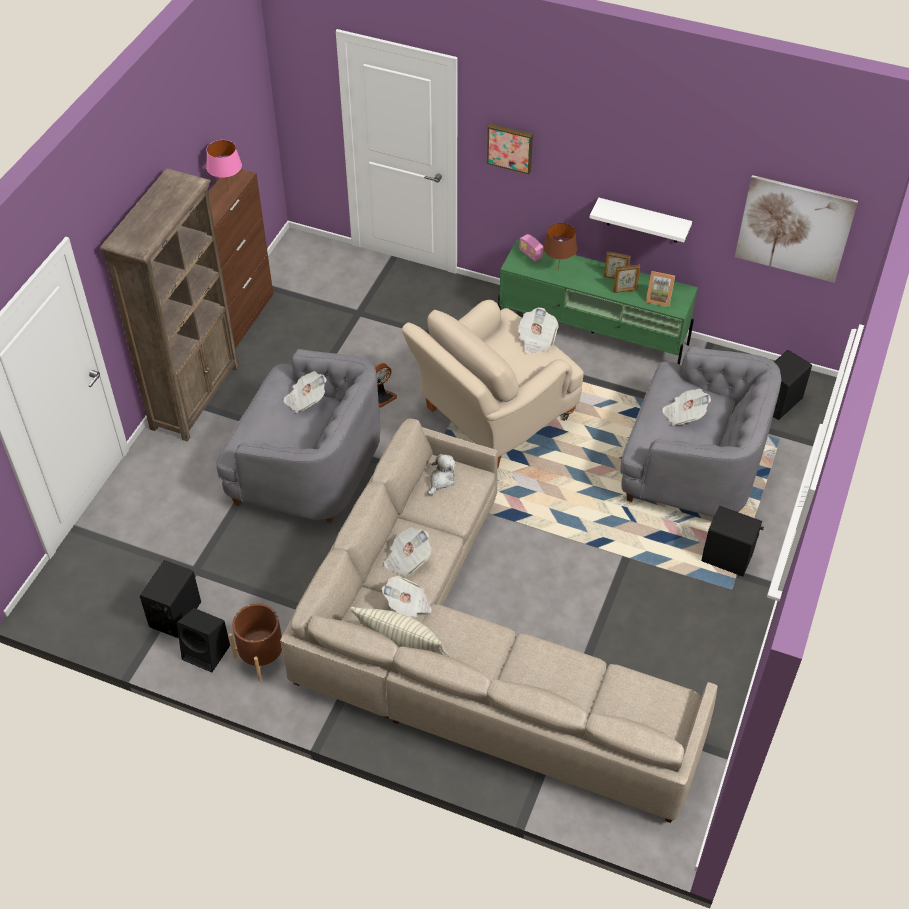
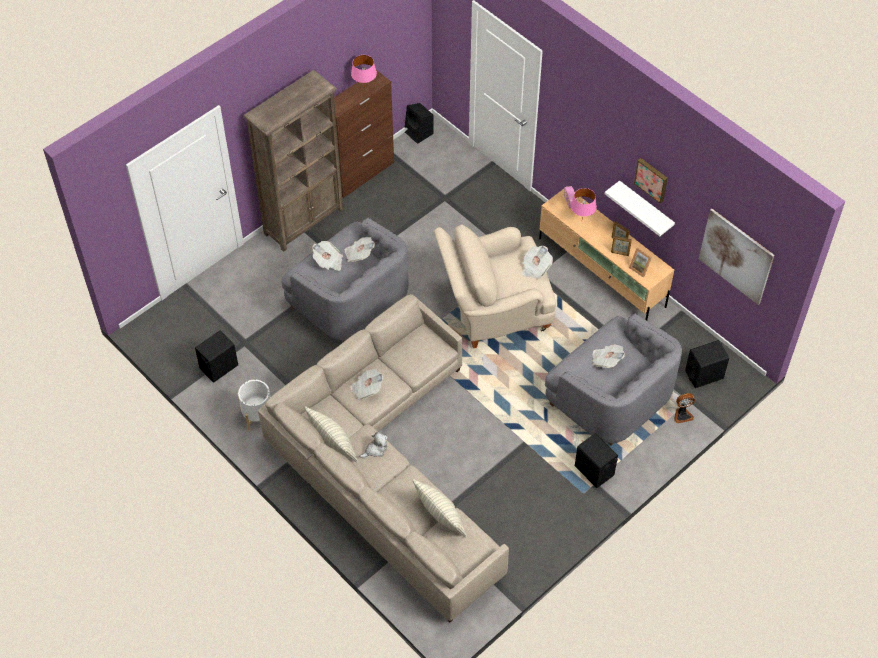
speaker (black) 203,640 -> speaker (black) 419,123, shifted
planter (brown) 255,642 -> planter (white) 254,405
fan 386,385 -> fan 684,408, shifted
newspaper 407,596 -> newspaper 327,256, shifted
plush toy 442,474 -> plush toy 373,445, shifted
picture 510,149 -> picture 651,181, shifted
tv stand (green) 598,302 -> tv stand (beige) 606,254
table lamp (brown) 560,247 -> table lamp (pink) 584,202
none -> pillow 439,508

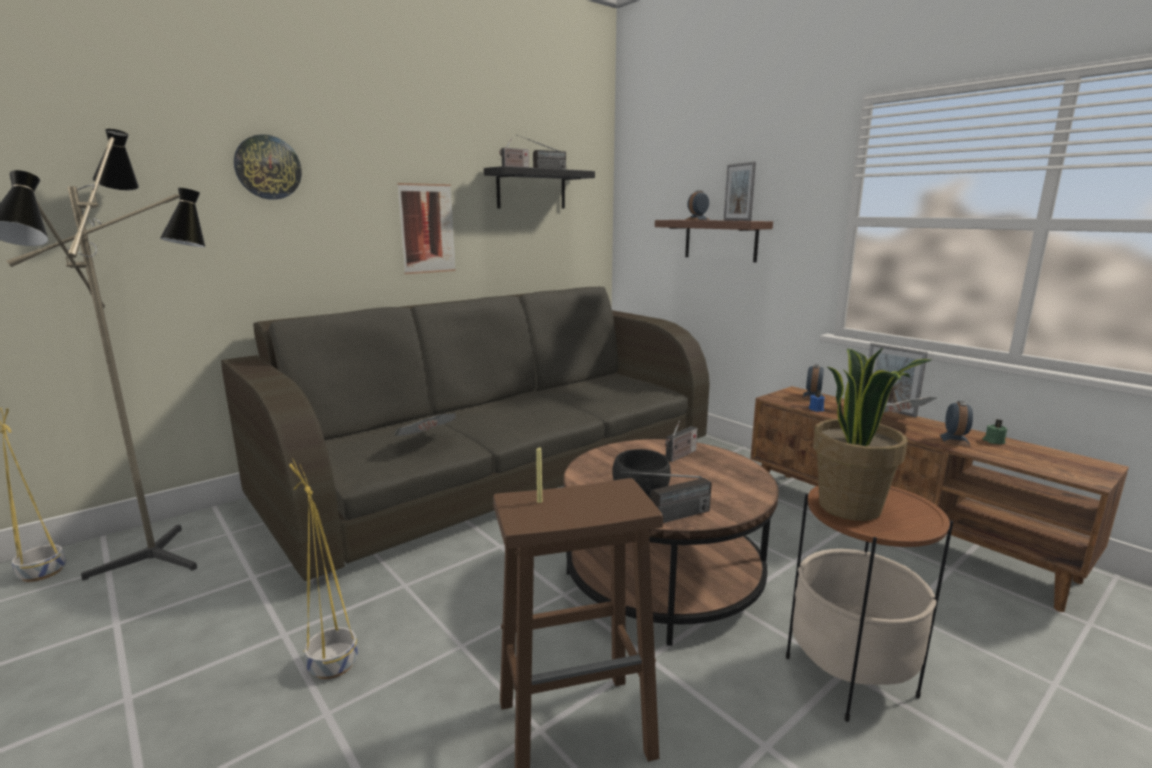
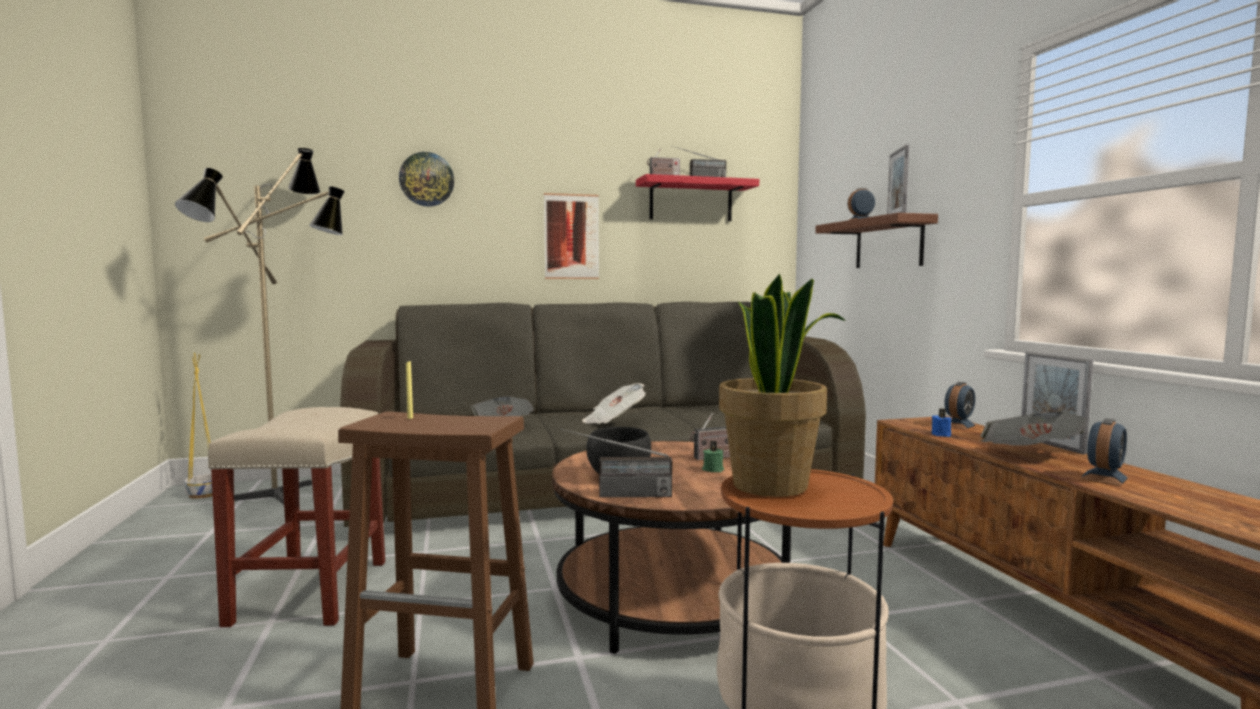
planter (yellow) 323,568 -> stool (beige) 296,517
shelf (black) 539,187 -> shelf (red) 697,197
candle (green) 995,431 -> candle (green) 713,456, shifted
none -> newspaper 613,403

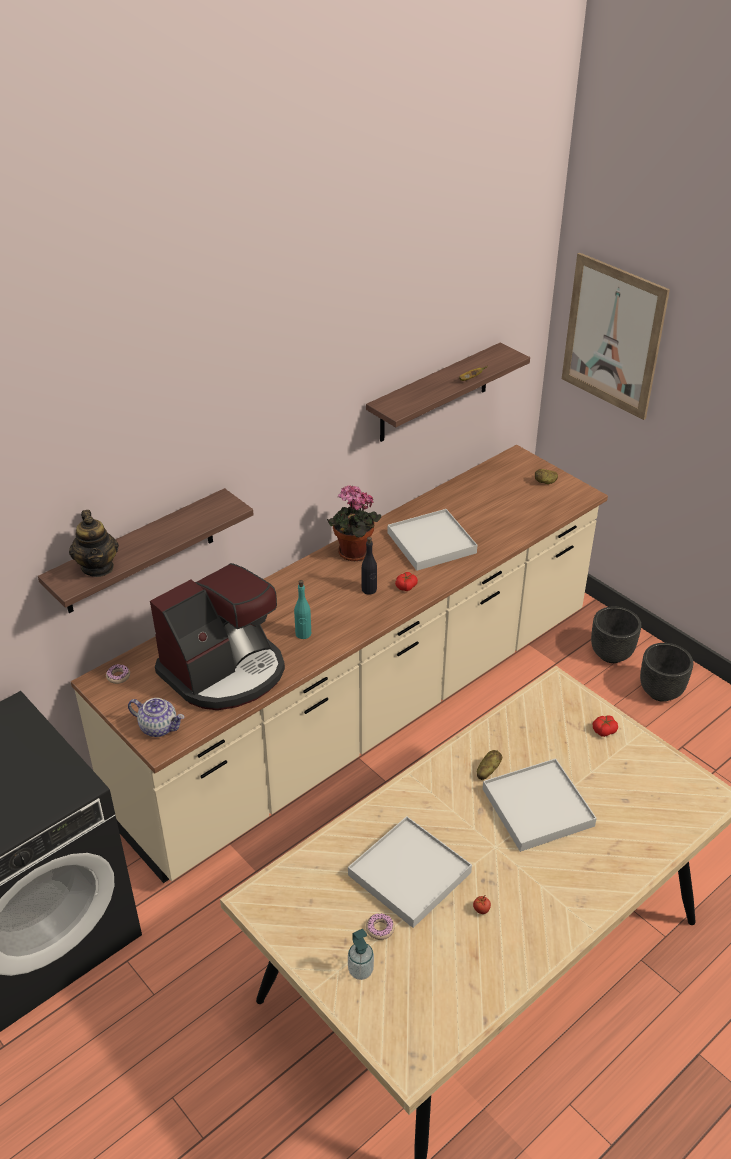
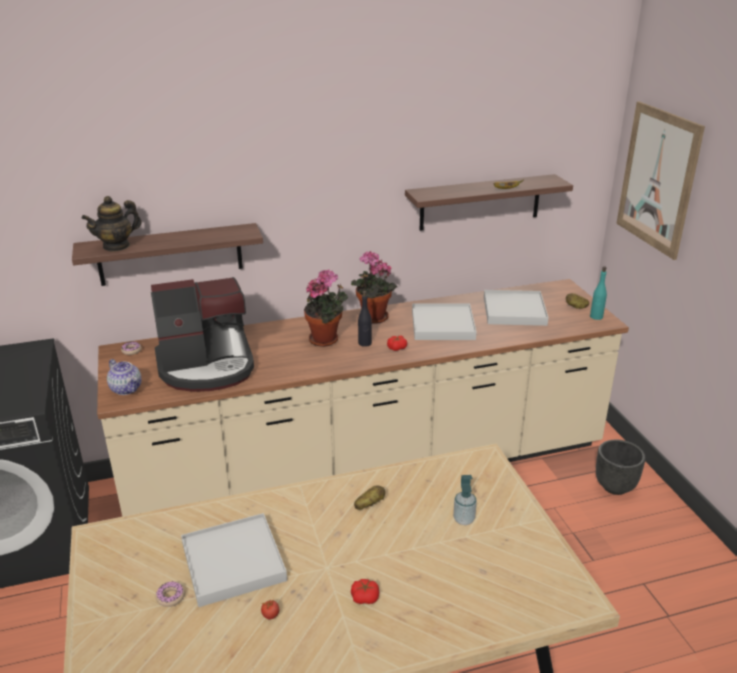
teapot 94,543 -> teapot 112,224, 45 degrees clockwise
bottle (turquoise) 302,609 -> bottle (turquoise) 598,293, shifted
soap dispenser 361,954 -> soap dispenser 465,500, shifted
tray (white) 540,805 -> tray (white) 516,308, shifted
tomato 605,726 -> tomato 365,591, shifted
planter (black) 666,672 -> none
none -> potted plant 326,308

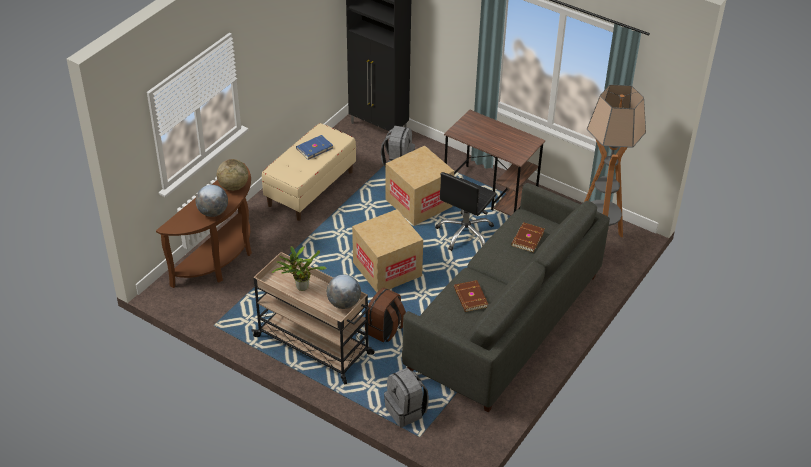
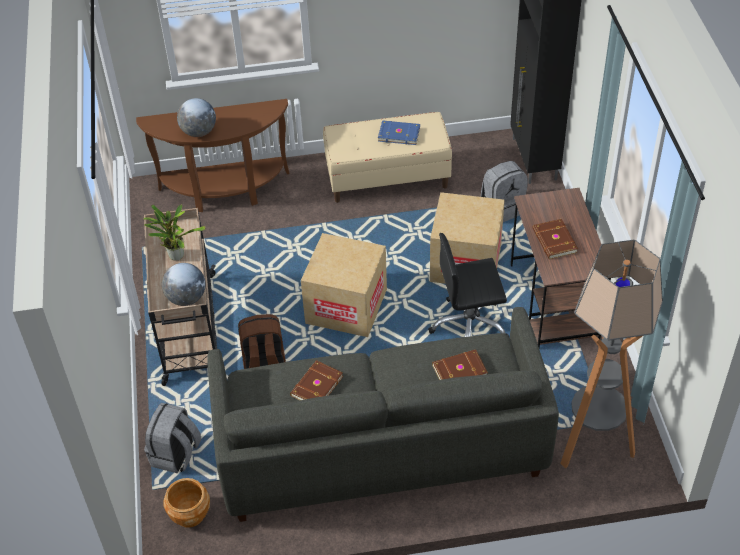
globe 232,175 -> none
none -> planter (brown) 186,502
none -> book (brown) 555,239

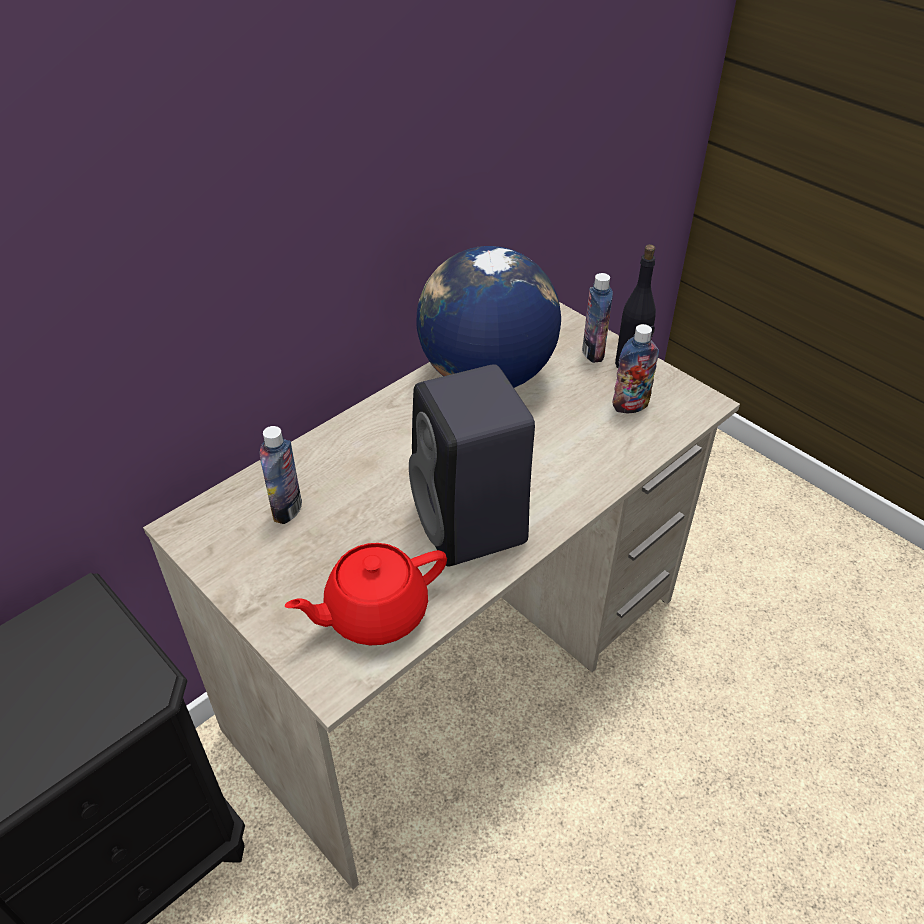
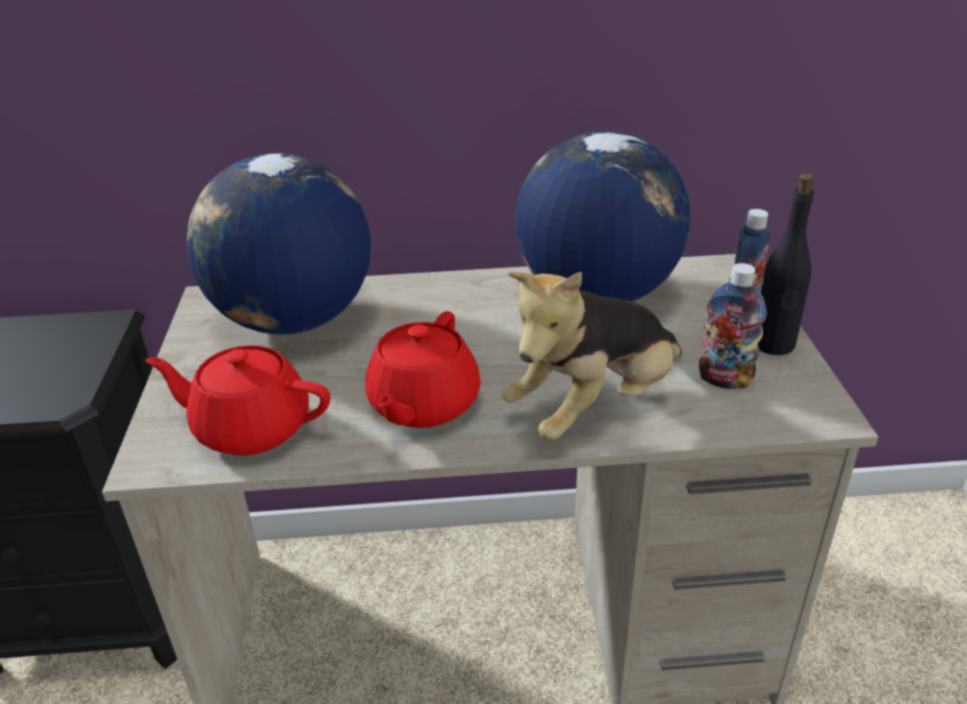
bottle 281,475 -> globe 279,244
speaker (black) 472,465 -> teapot (red) 423,369
none -> plush toy 592,356

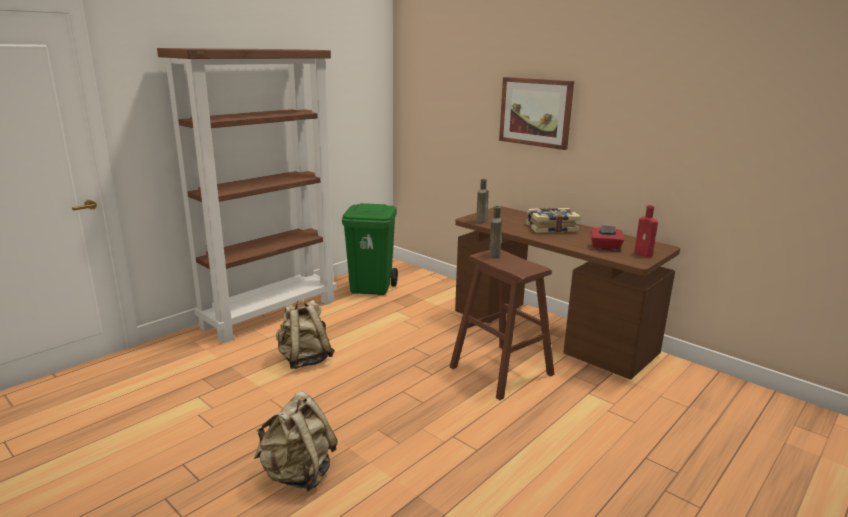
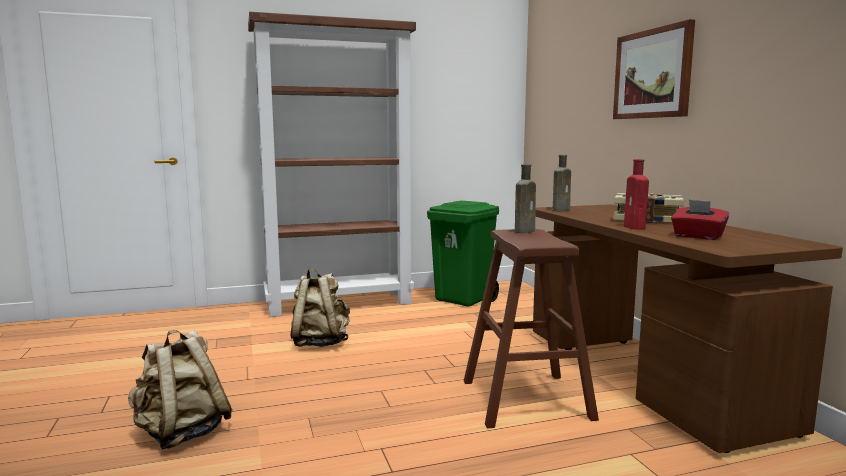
bottle (red) 646,231 -> bottle (red) 636,194, shifted

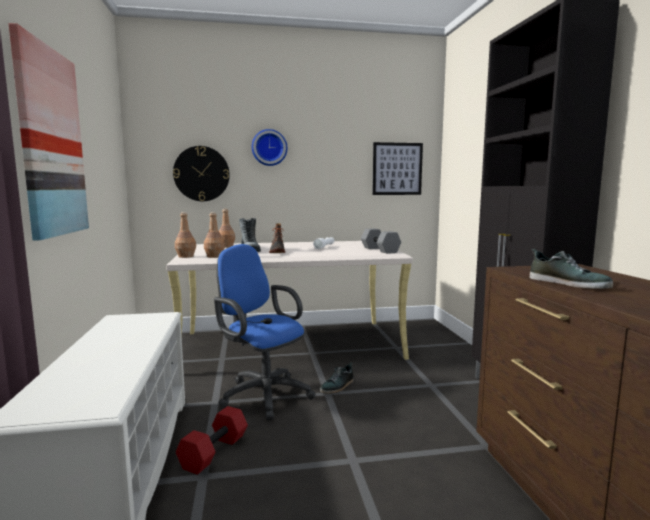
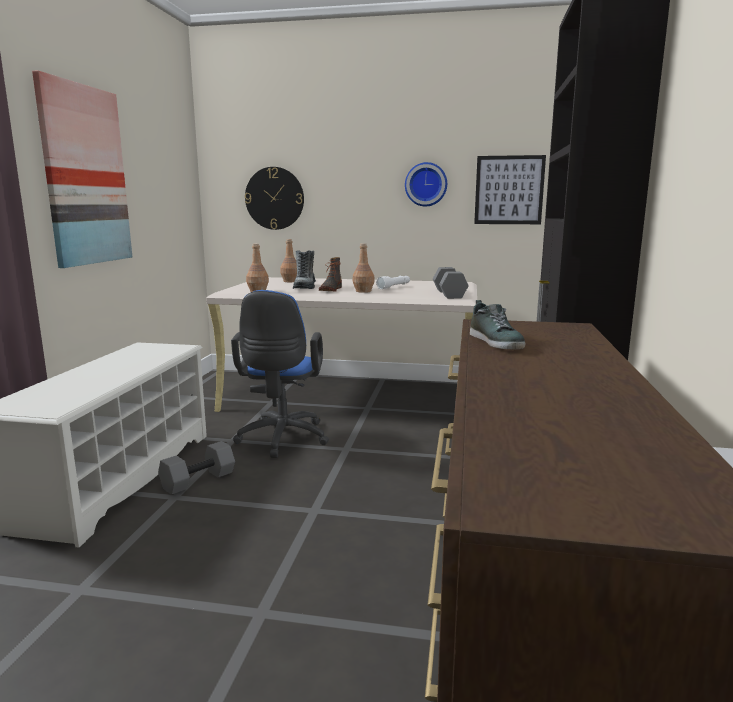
bottle (brown) 185,235 -> bottle (brown) 364,268, shifted
dumbbell (red) 212,440 -> dumbbell (grey) 196,468
office chair (blue) 264,332 -> office chair (blue) 280,374, 150 degrees counterclockwise
wall clock 269,147 -> wall clock 426,184, shifted
shoe 337,378 -> none

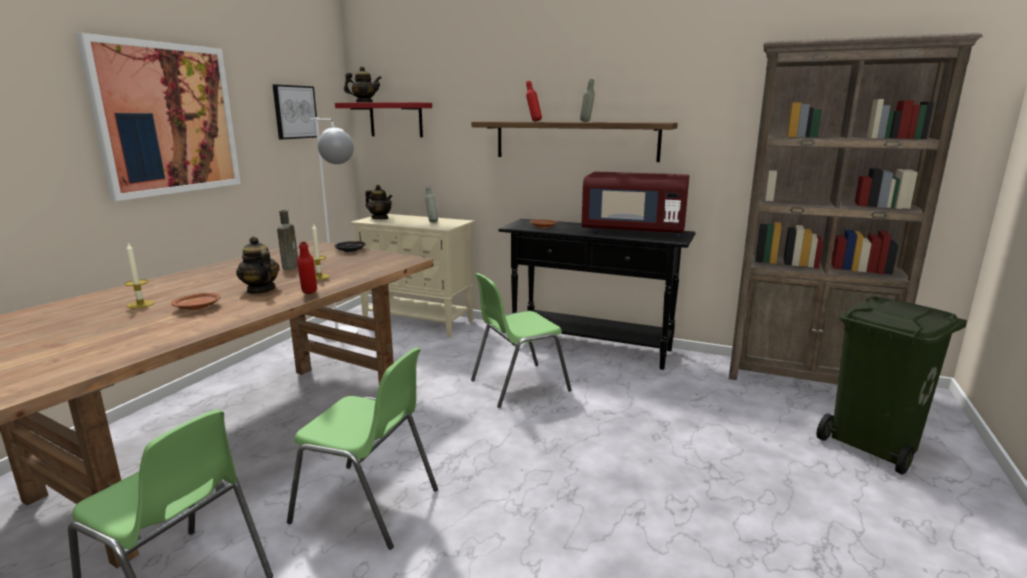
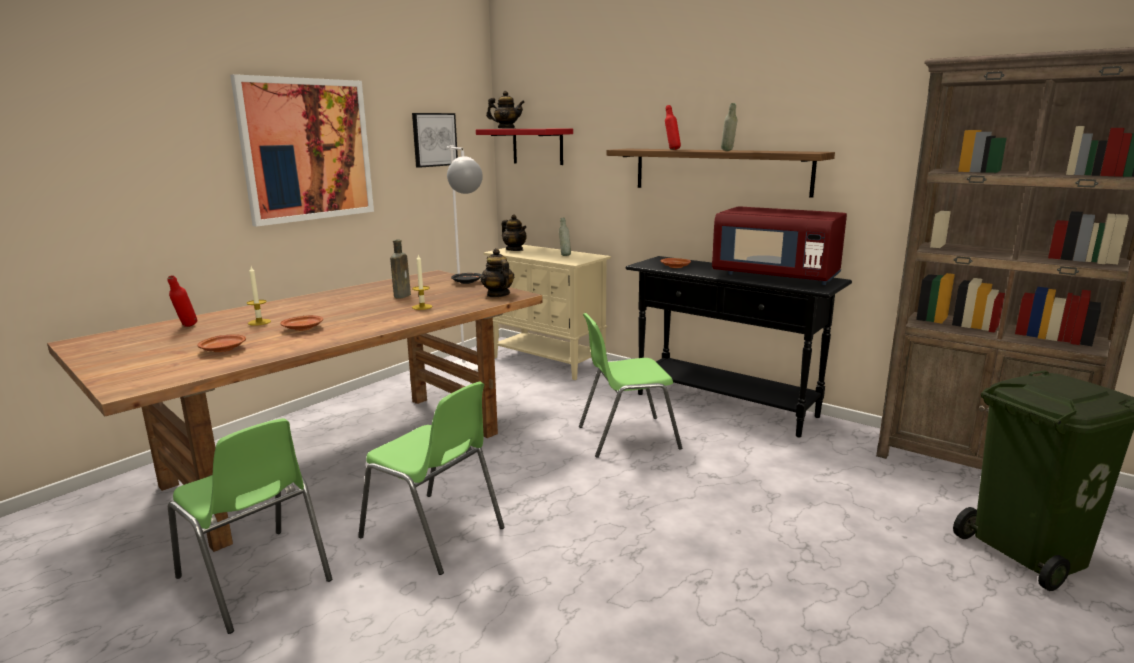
teapot 258,265 -> teapot 497,272, shifted
bottle (red) 307,268 -> bottle (red) 182,301, shifted
none -> plate (brown) 221,343

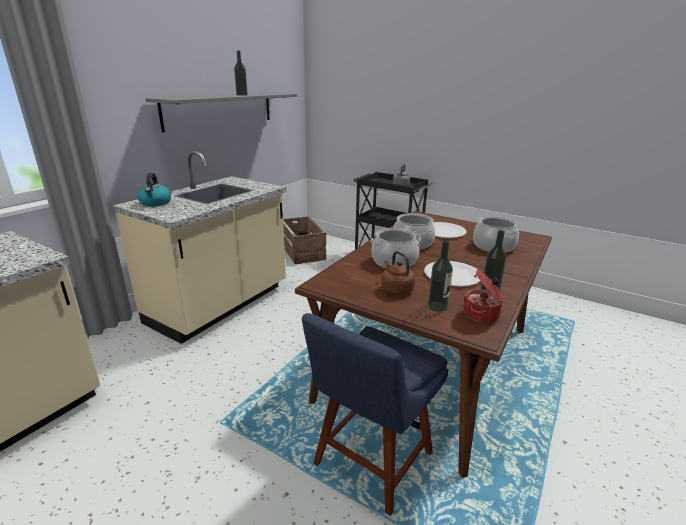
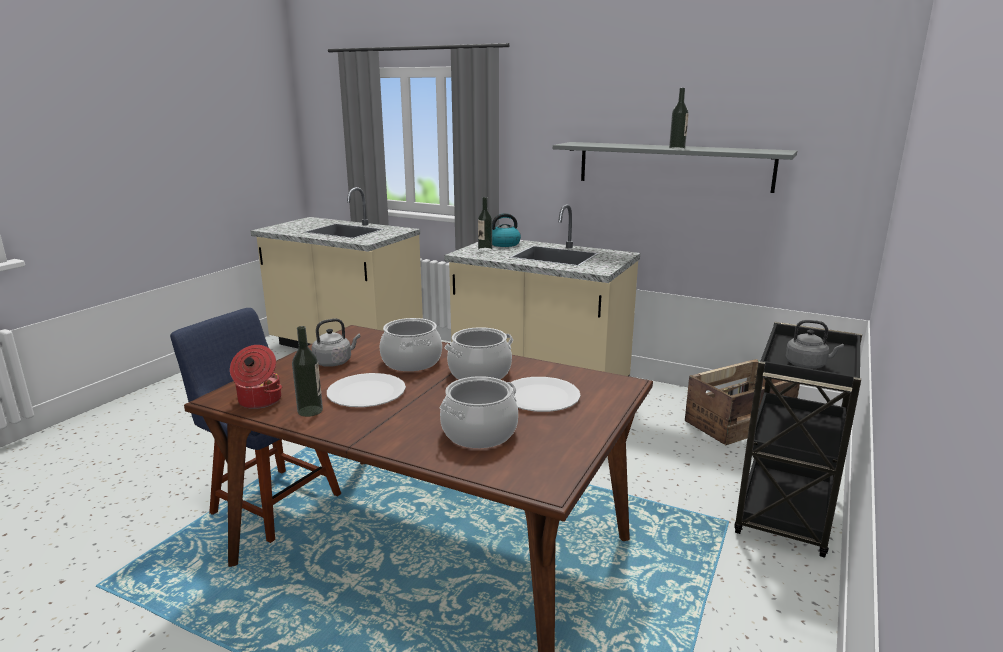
kettle (brown) 398,273 -> kettle (grey) 336,342
bottle 440,276 -> bottle 485,224, shifted

